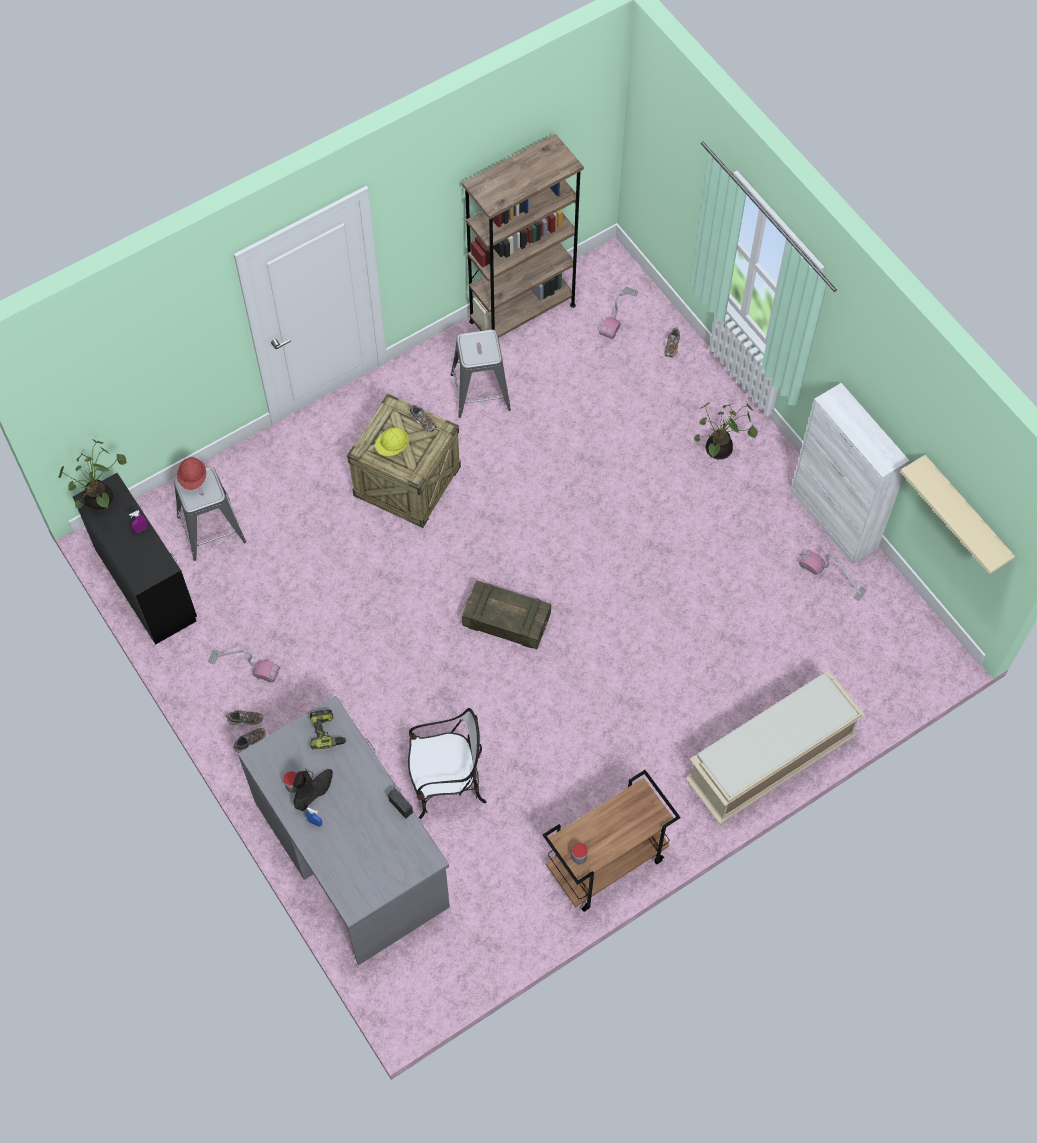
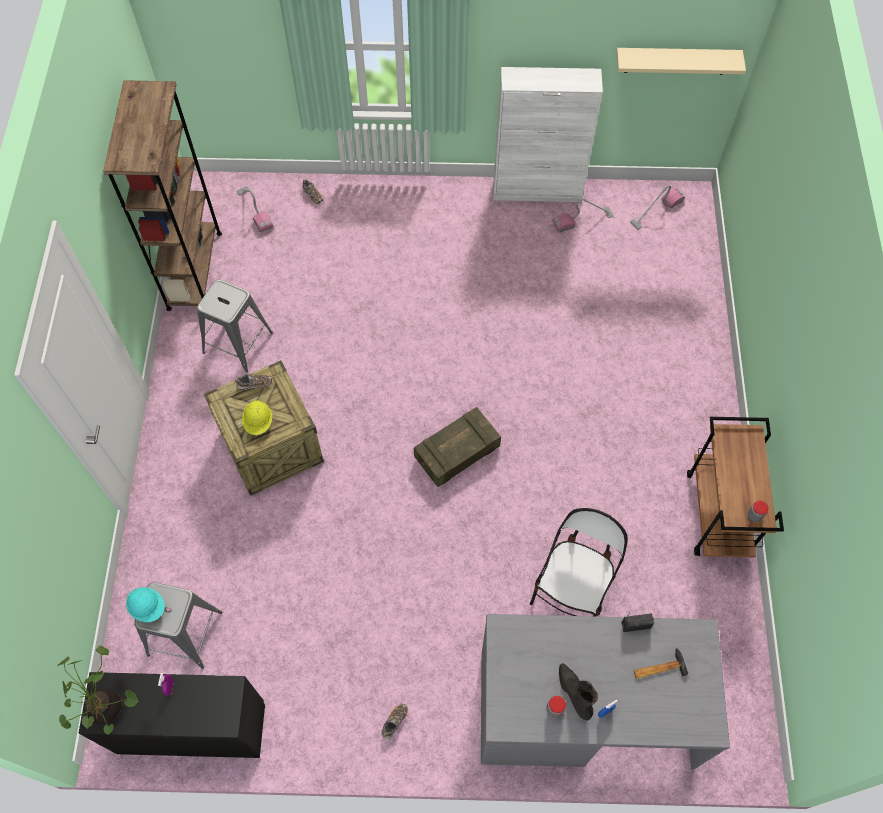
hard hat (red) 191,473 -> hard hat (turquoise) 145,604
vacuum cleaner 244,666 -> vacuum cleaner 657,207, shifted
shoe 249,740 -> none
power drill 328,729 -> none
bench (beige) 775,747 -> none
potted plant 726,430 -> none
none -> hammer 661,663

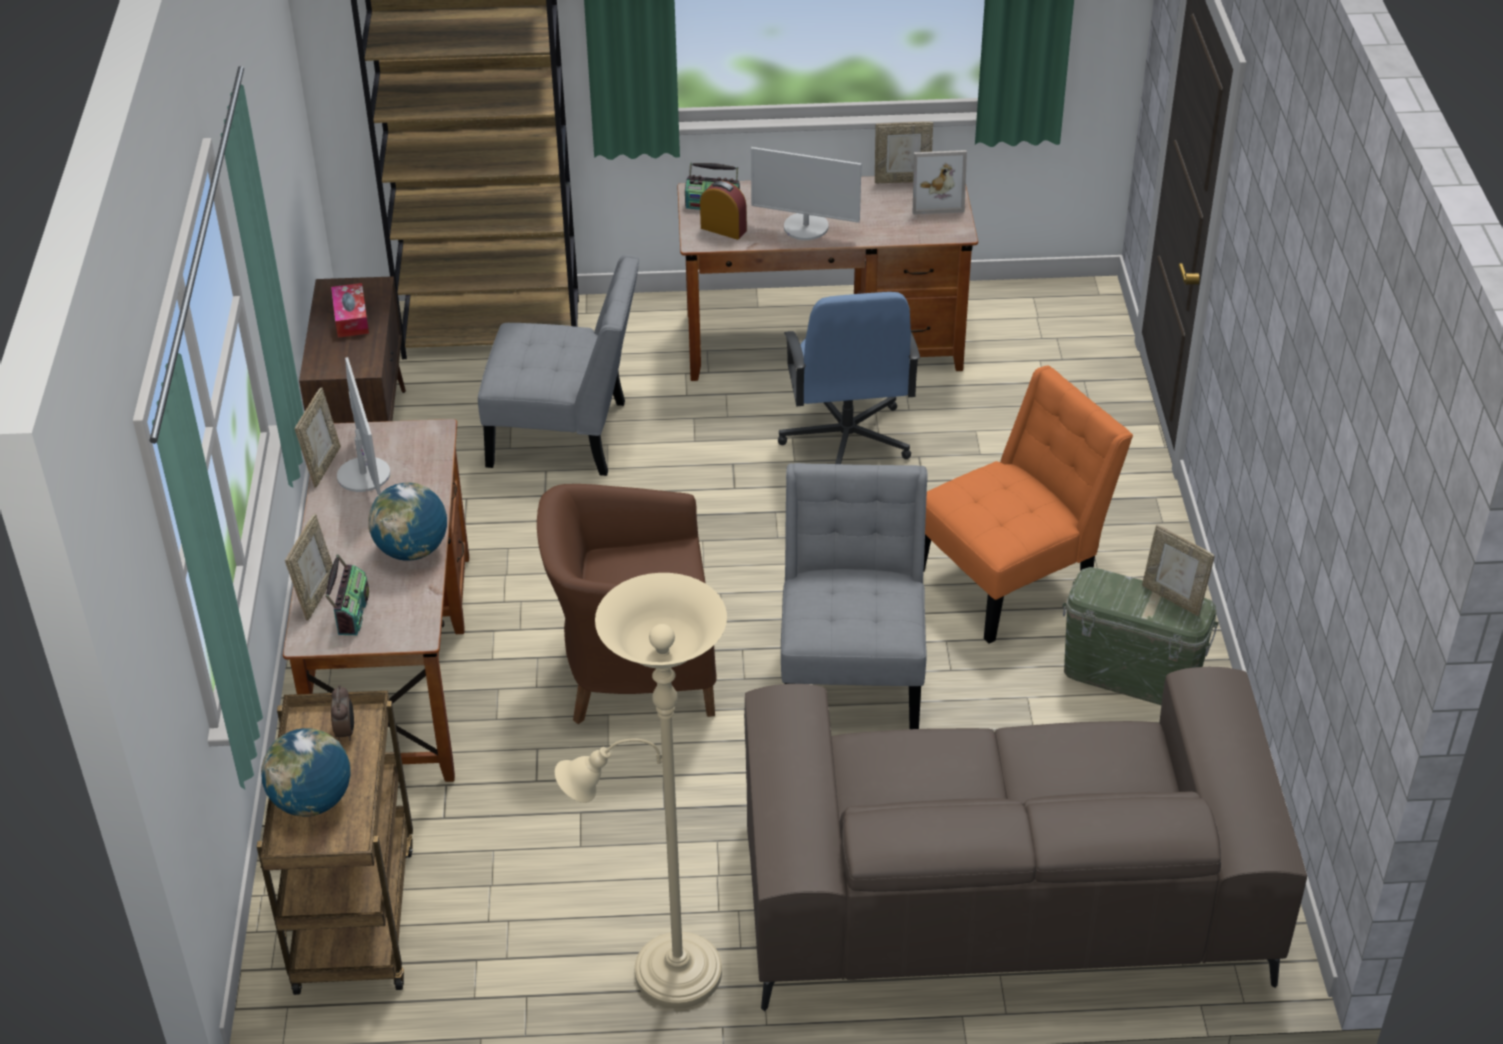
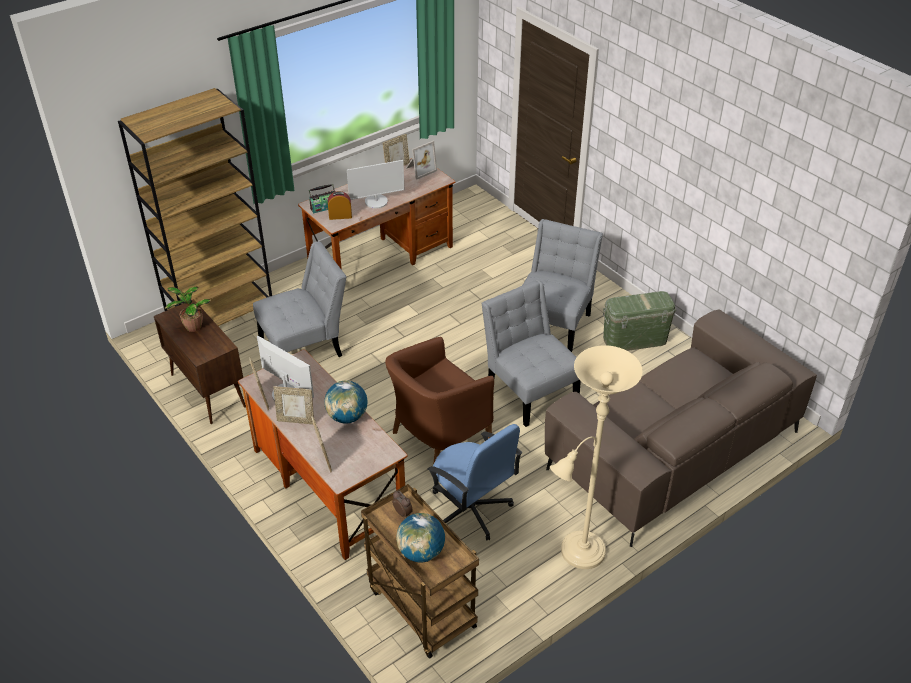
radio 347,594 -> none
tissue box 350,310 -> potted plant 188,309
office chair (blue) 849,378 -> office chair (blue) 474,482, shifted
chair (orange) 1028,505 -> chair (grey) 562,285
picture frame 1178,570 -> picture frame 294,405, shifted

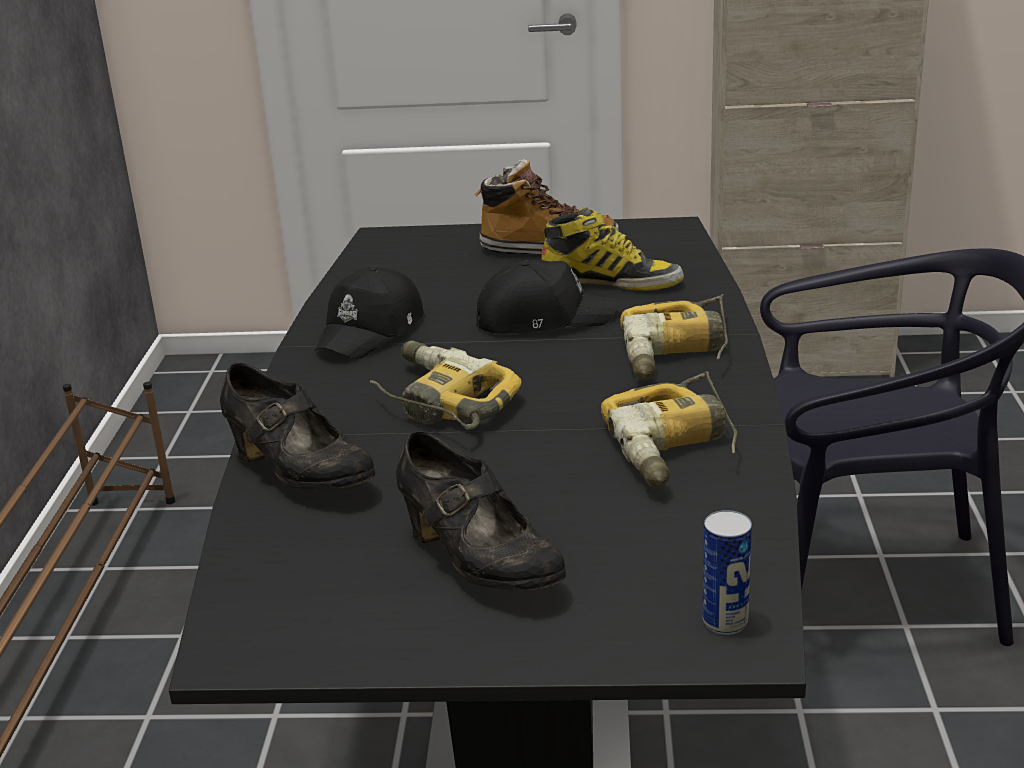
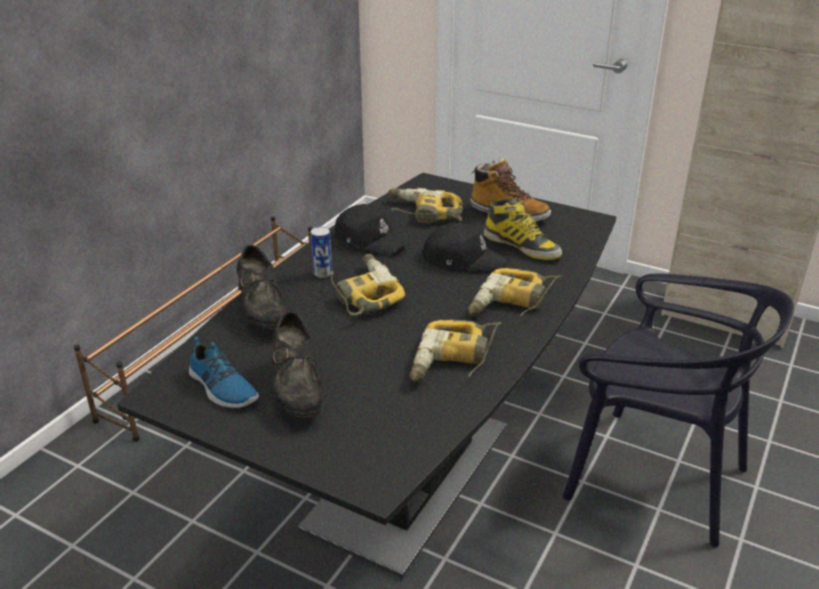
cap (black) 369,313 -> cap (black) 370,230, 105 degrees counterclockwise
can 727,572 -> can 321,252, shifted
none -> shoe 224,372
none -> power drill 425,206

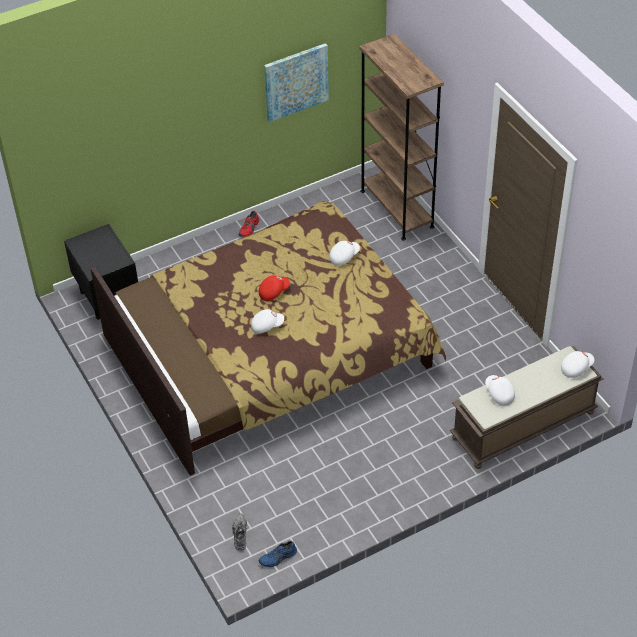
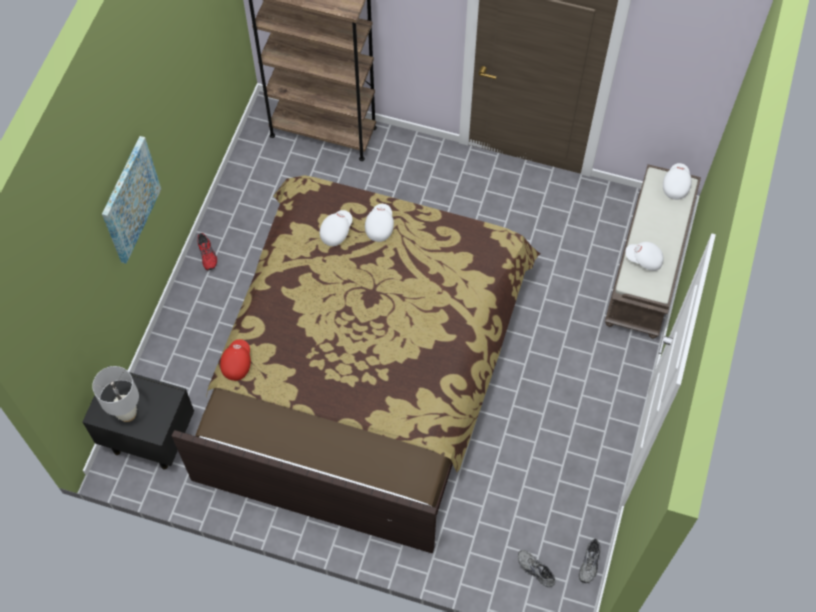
cap (white) 267,321 -> cap (white) 336,228, shifted
cap (red) 274,288 -> cap (red) 235,360, shifted
shoe (blue) 278,554 -> shoe (grey) 590,561
picture 296,82 -> picture 131,200, shifted
none -> table lamp (white) 115,394

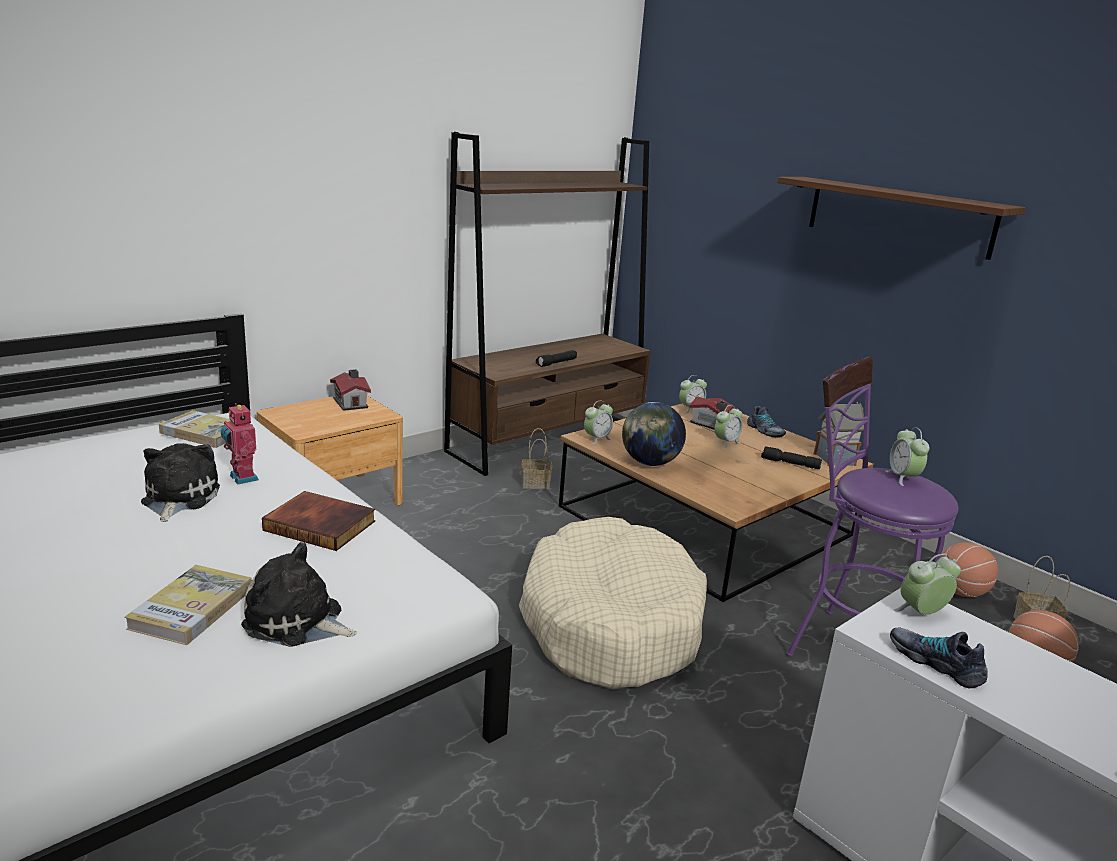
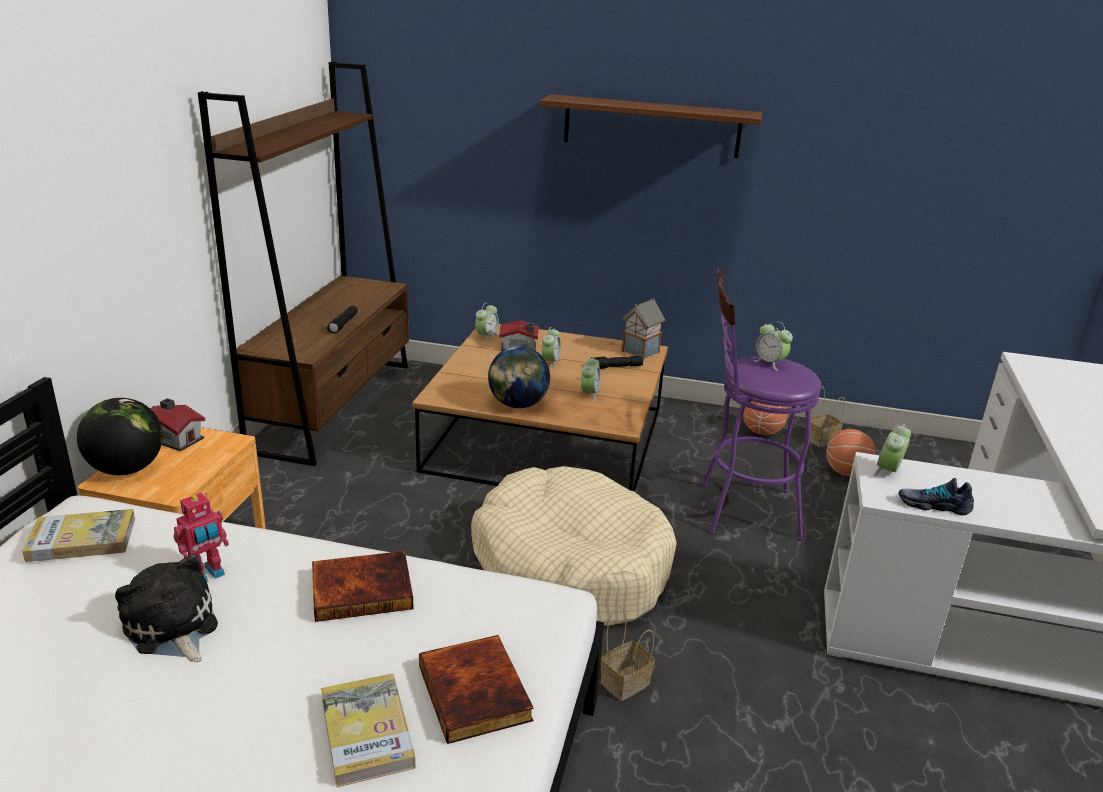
toy robot 240,444 -> toy robot 201,537, 60 degrees counterclockwise
plush toy 299,594 -> book 476,689
basket 536,458 -> basket 628,653, shifted
alarm clock 598,422 -> alarm clock 591,379, shifted
shoe 766,422 -> none
none -> globe 120,436

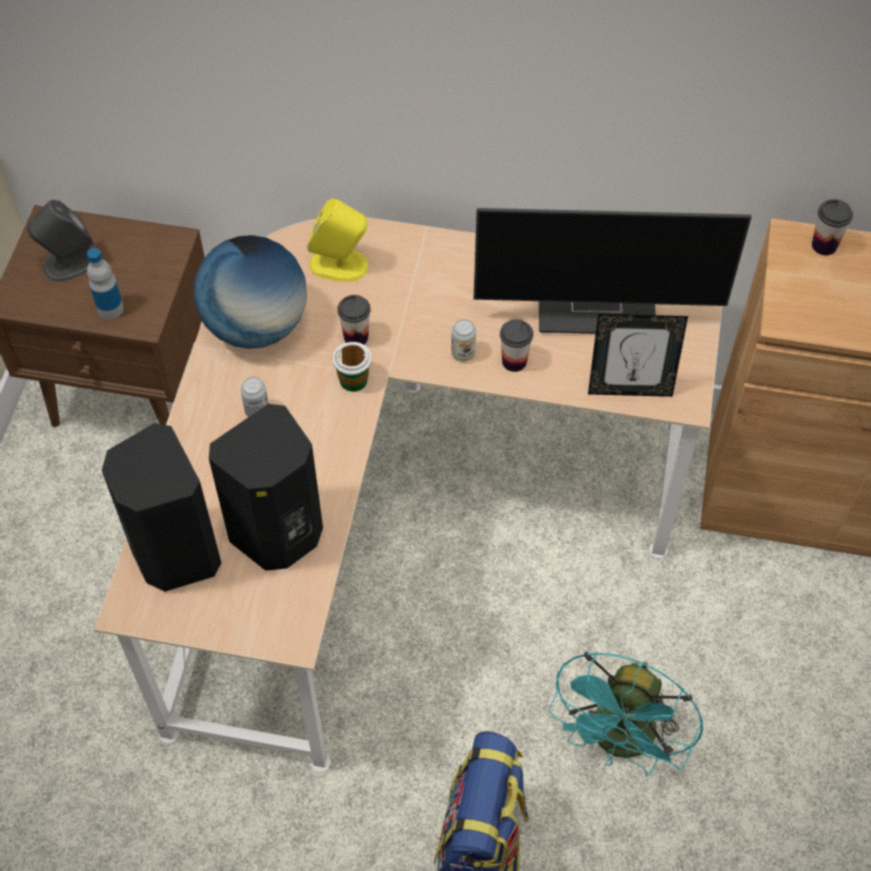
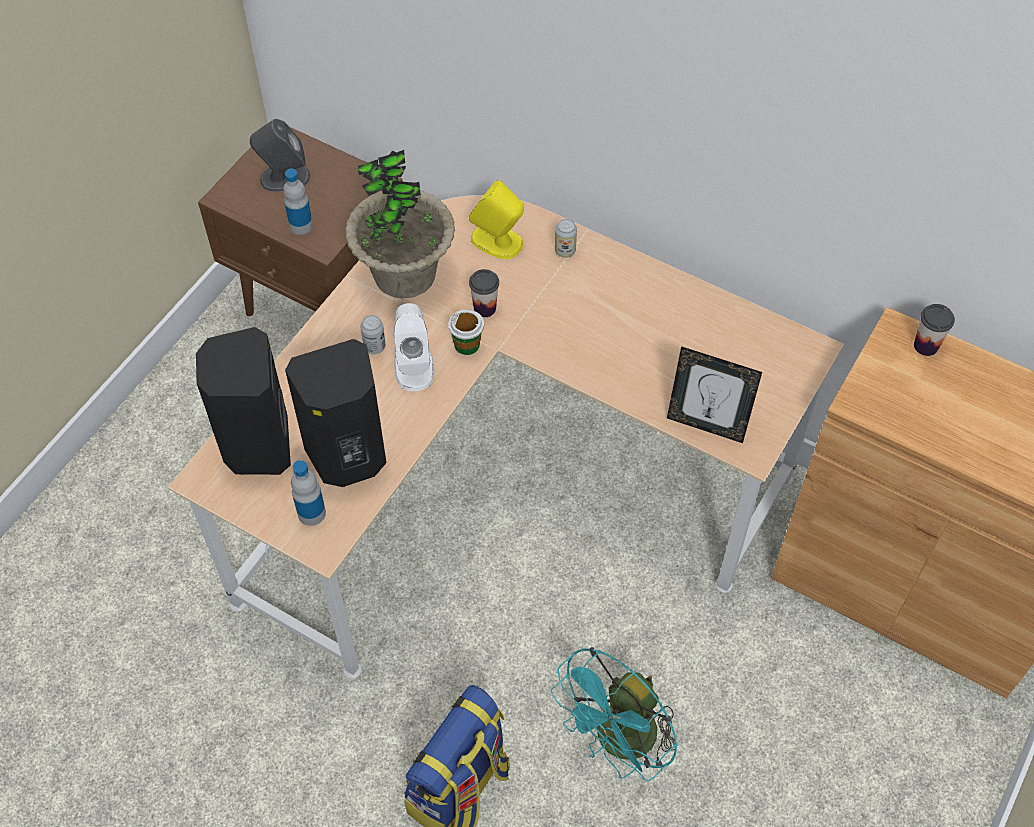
globe 250,292 -> potted plant 400,224
can 463,340 -> can 566,238, shifted
monitor 612,271 -> none
cup 516,345 -> none
none -> bottle 308,493
none -> speaker (white) 414,347

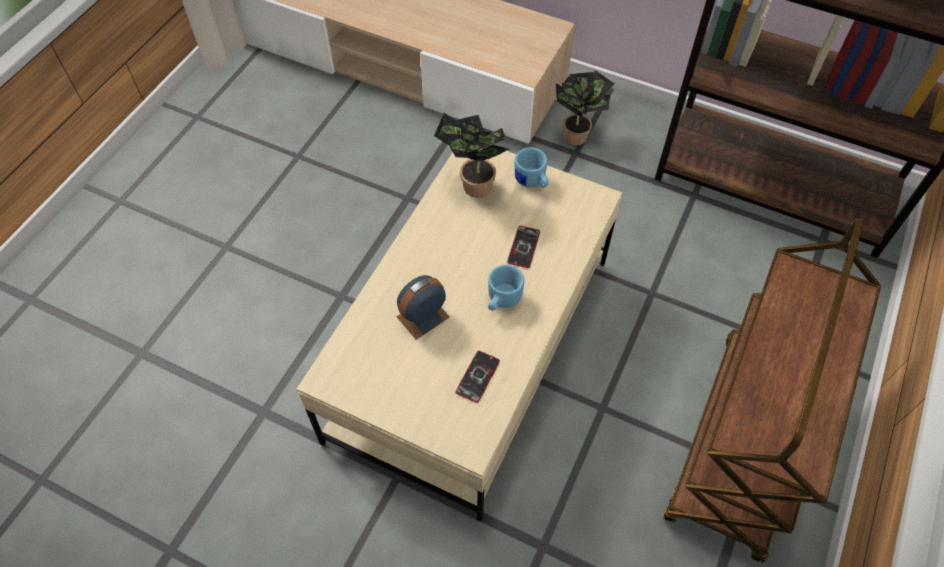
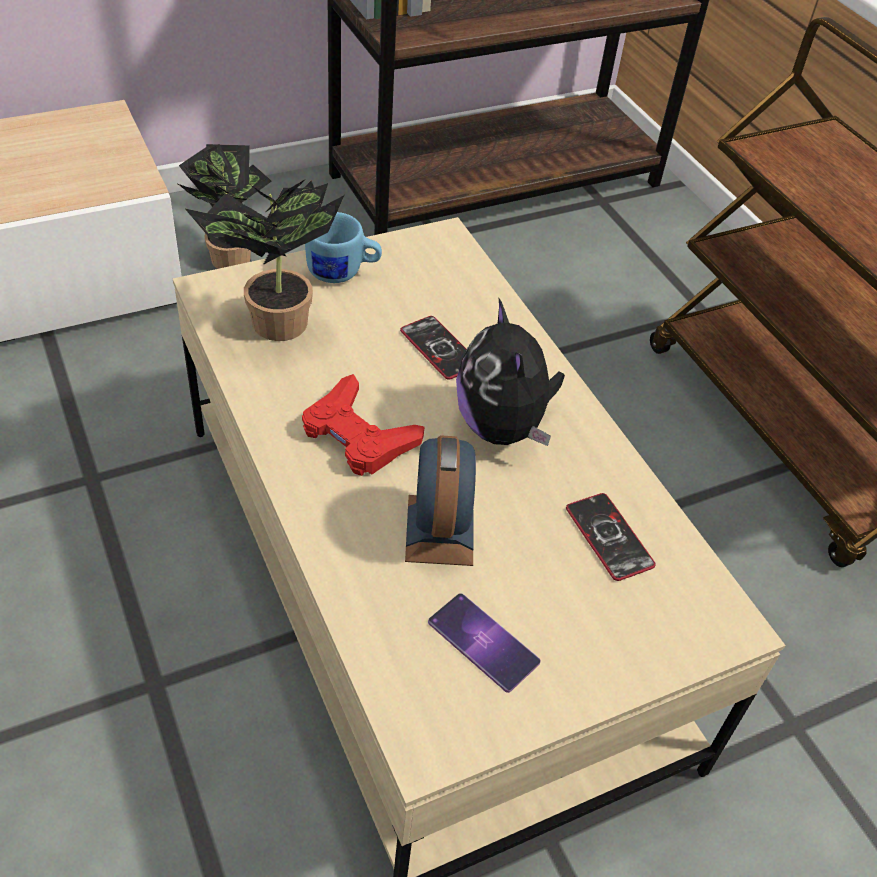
mug (blue) 506,288 -> plush toy 510,371
none -> game controller (red) 363,425
none -> phone 484,643

